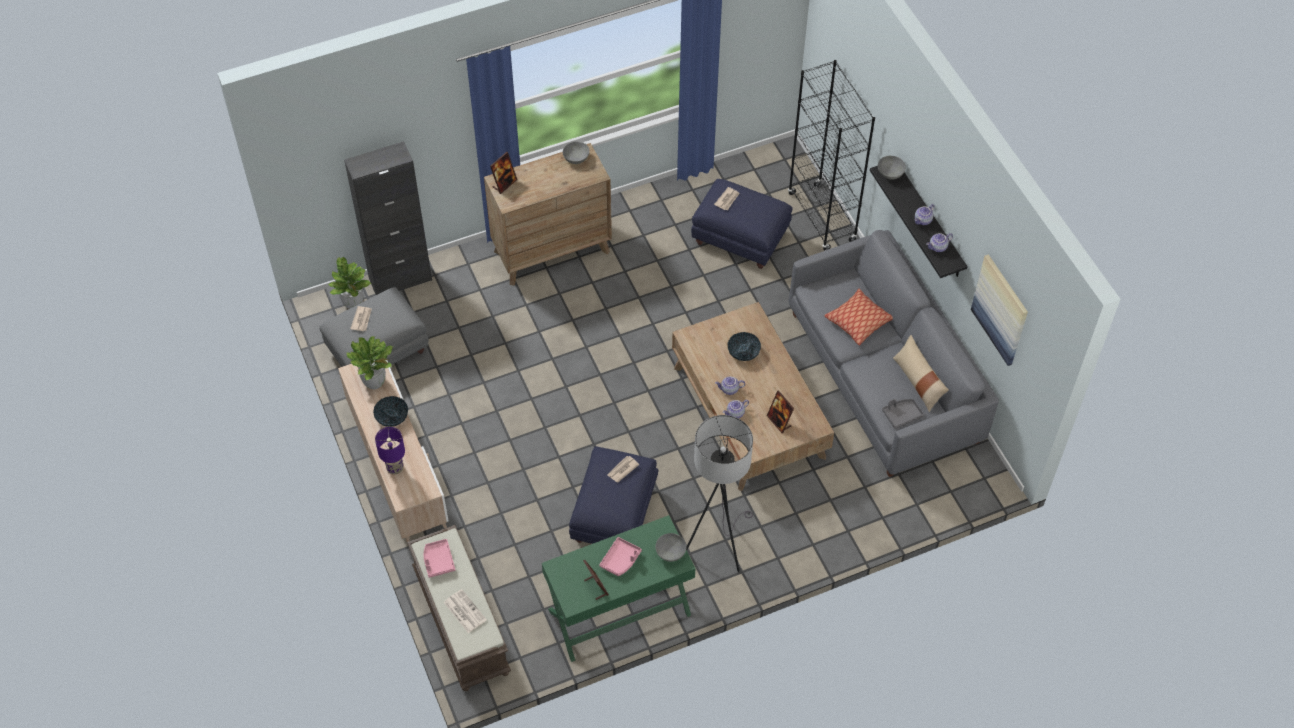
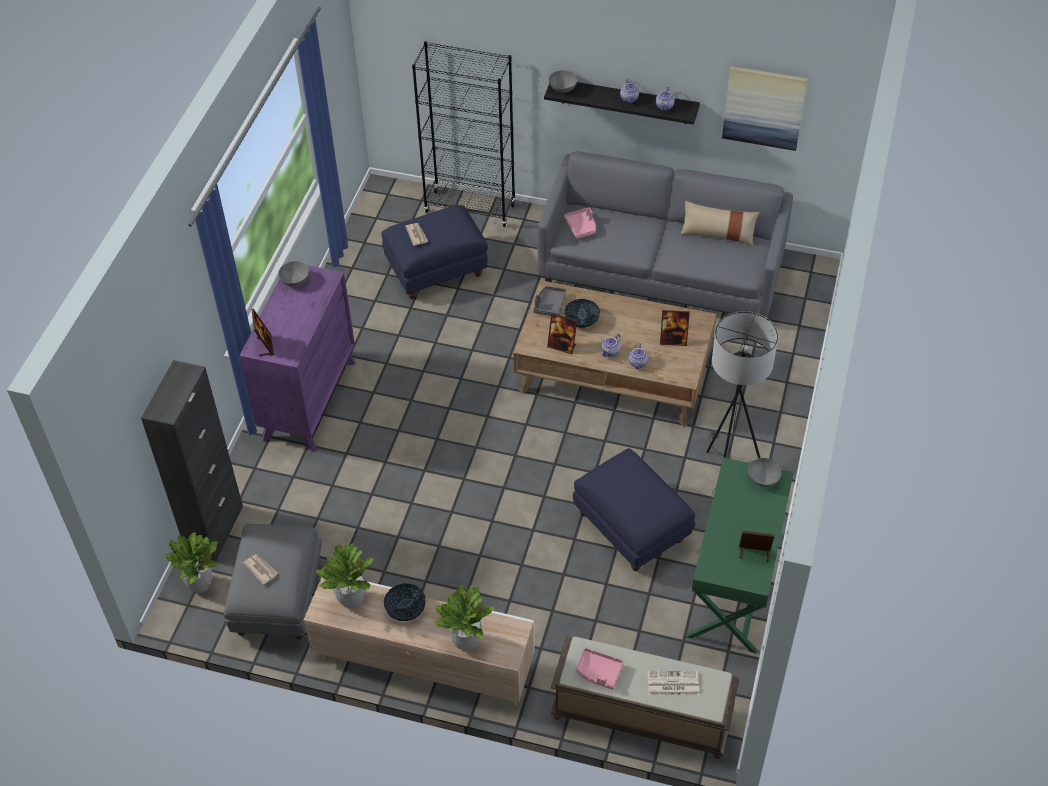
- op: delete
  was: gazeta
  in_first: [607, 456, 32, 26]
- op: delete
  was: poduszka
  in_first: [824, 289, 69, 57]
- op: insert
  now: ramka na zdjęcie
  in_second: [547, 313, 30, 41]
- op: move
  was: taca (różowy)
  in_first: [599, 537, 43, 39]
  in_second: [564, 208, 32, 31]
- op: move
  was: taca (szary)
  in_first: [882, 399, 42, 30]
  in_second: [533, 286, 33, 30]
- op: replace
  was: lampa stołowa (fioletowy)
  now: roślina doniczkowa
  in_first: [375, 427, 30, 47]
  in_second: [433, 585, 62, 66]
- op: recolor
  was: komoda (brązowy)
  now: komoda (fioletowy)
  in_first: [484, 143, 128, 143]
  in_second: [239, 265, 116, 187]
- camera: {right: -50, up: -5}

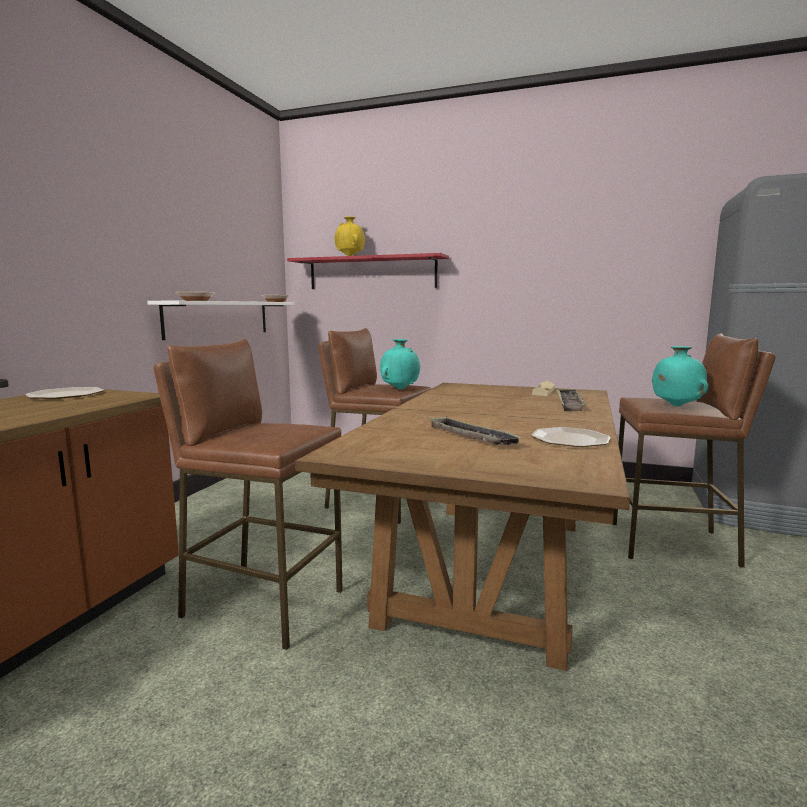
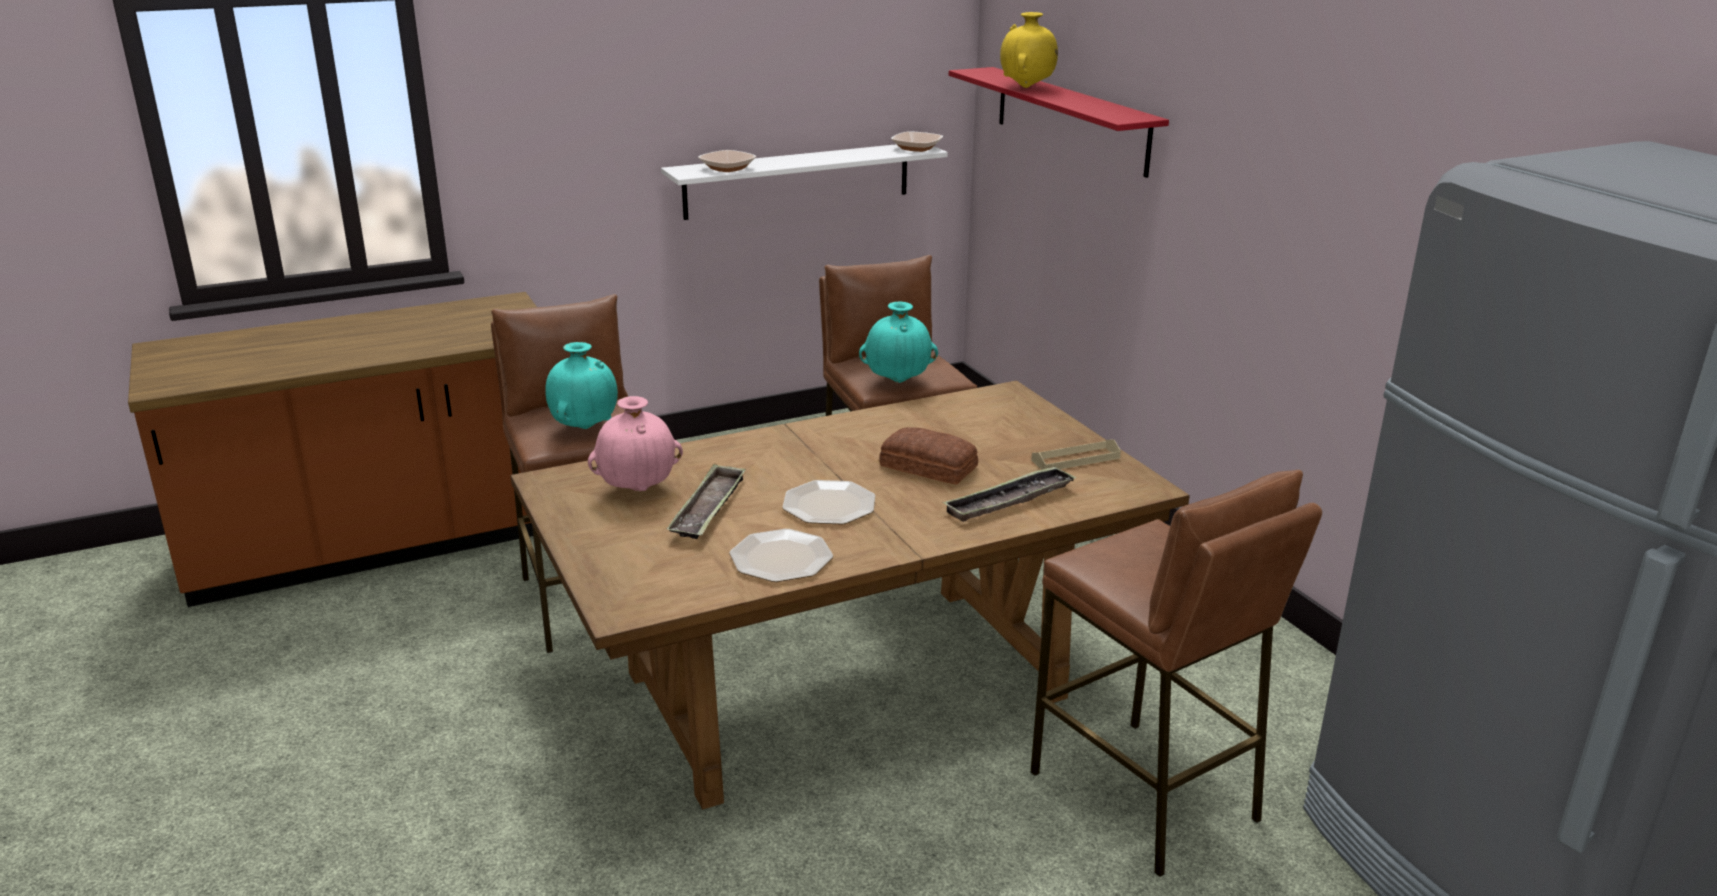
- op: insert
  now: wazon (różowy)
  in_second: [588, 396, 95, 95]
- op: insert
  now: chleb
  in_second: [879, 427, 99, 57]
- op: move
  was: talerz
  in_first: [25, 387, 79, 12]
  in_second: [782, 480, 93, 44]
- op: move
  was: wazon (turkusowy)
  in_first: [652, 346, 56, 61]
  in_second: [545, 342, 73, 87]
- camera: {right: 45, up: 15}

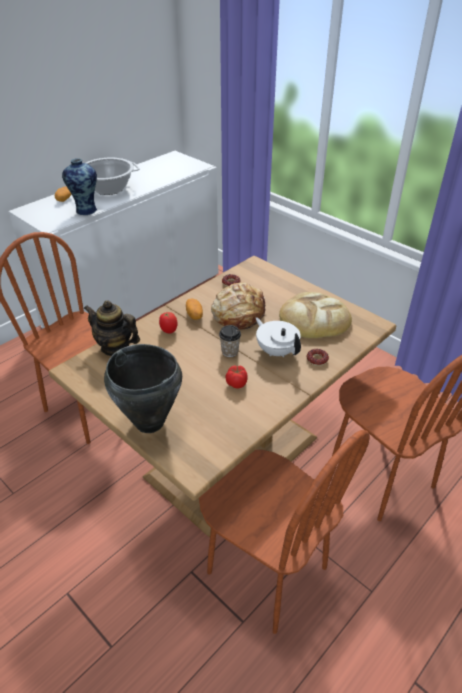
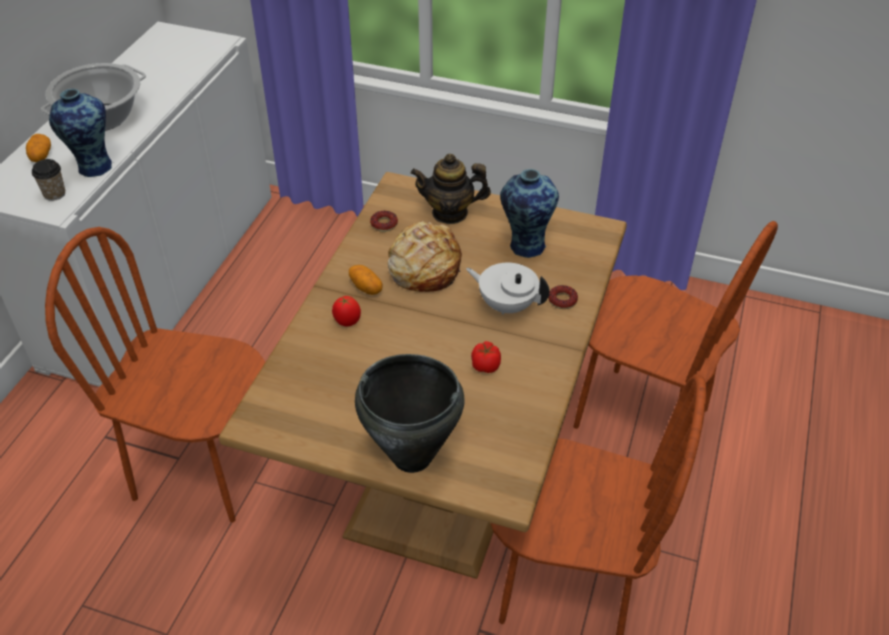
- op: move
  was: imbryk
  in_first: [84, 300, 56, 56]
  in_second: [411, 154, 80, 70]
- op: move
  was: filiżanka
  in_first: [219, 325, 22, 32]
  in_second: [32, 159, 33, 42]
- op: replace
  was: chleb
  now: wazon
  in_first: [279, 292, 73, 46]
  in_second: [500, 169, 59, 89]
- camera: {right: -25, up: 5}

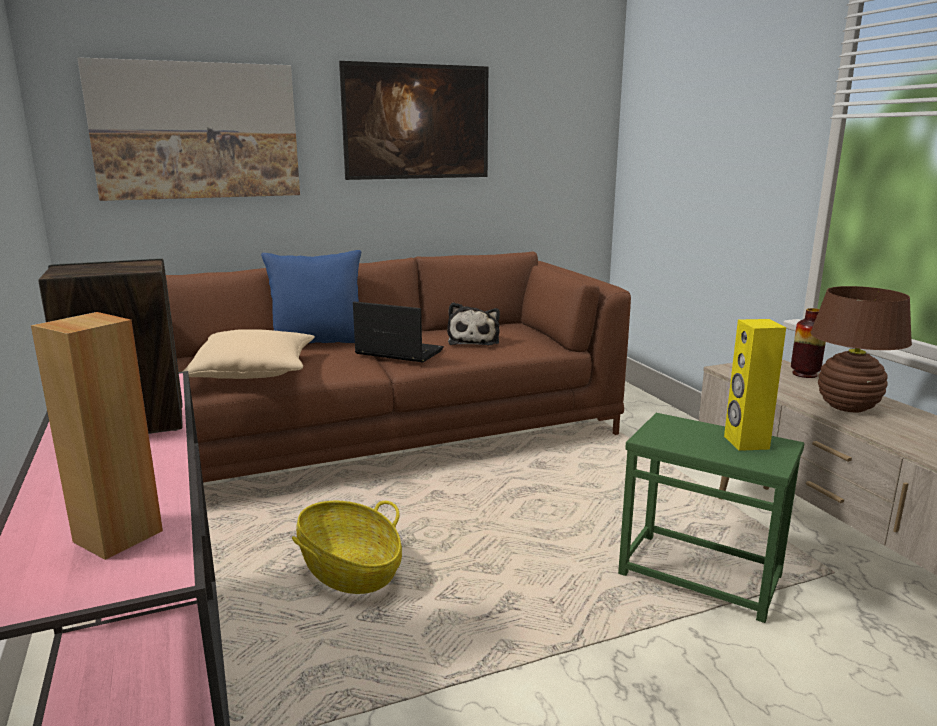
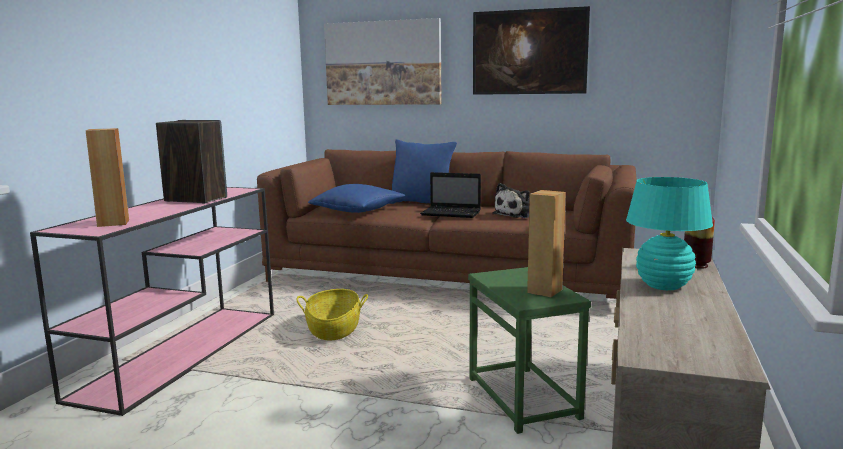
- op: recolor
  was: poduszka (beżowy)
  now: poduszka (niebieski)
  in_first: [182, 329, 133, 50]
  in_second: [308, 184, 97, 29]
- op: recolor
  was: głośnik (żółty)
  now: głośnik (brązowy)
  in_first: [724, 319, 62, 132]
  in_second: [527, 190, 39, 107]
- op: recolor
  was: lampa stołowa (brązowy)
  now: lampa stołowa (turkusowy)
  in_first: [810, 286, 102, 126]
  in_second: [626, 177, 87, 113]
- op: rotate
  was: laptop
  in_first: [353, 301, 91, 62]
  in_second: [420, 172, 61, 46]
  clockwise: 135
- camera: {right: 40, up: -5}

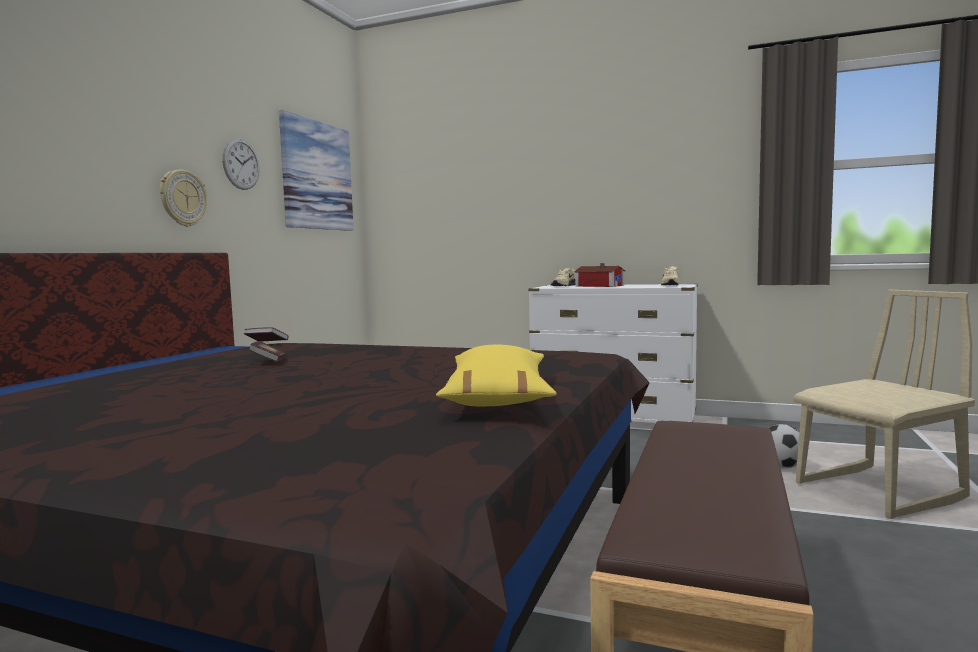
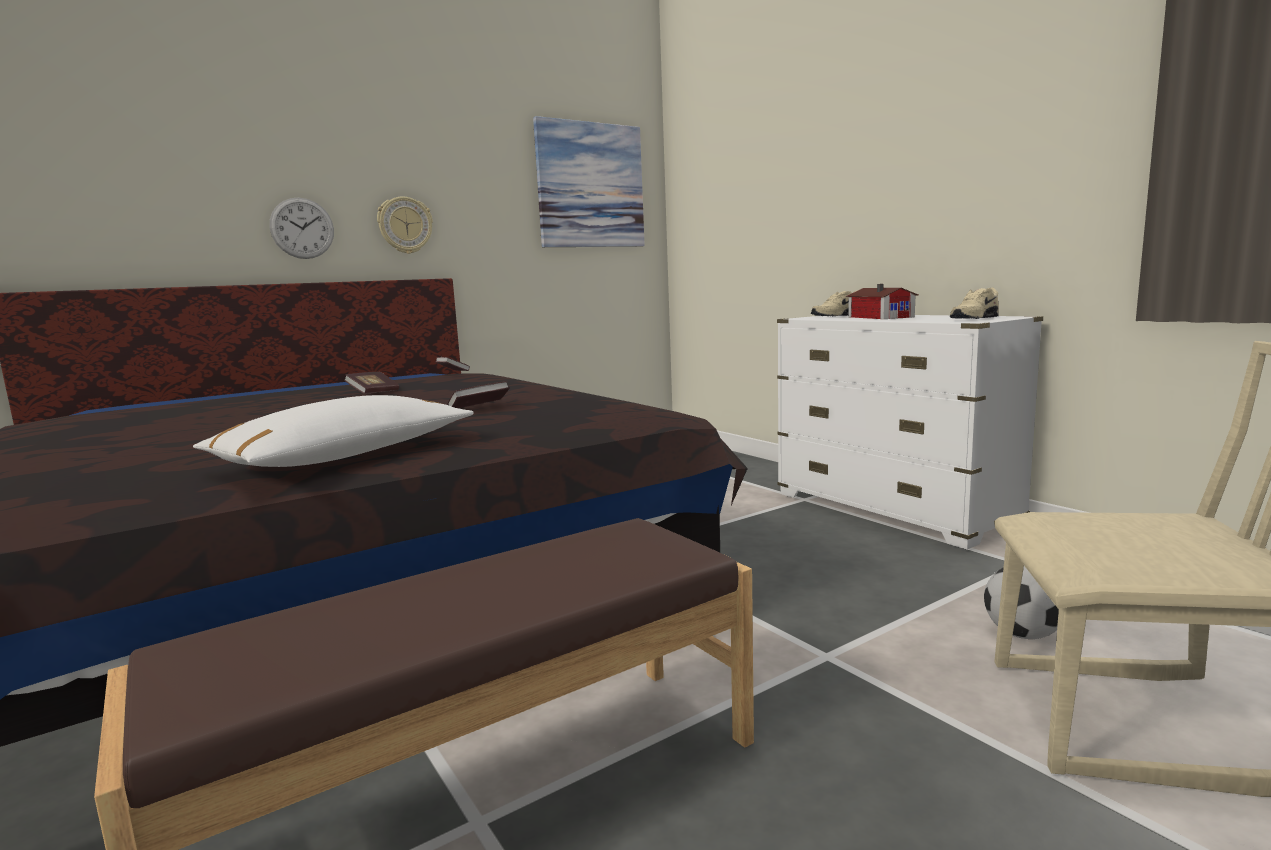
- op: insert
  now: książka
  in_second: [448, 381, 62, 27]
- op: move
  was: zegar ścienny
  in_first: [222, 138, 38, 52]
  in_second: [269, 197, 65, 62]
- op: recolor
  was: poduszka (żółty)
  now: poduszka (biały)
  in_first: [436, 345, 121, 61]
  in_second: [193, 395, 281, 72]
- camera: {right: 35, up: 5}

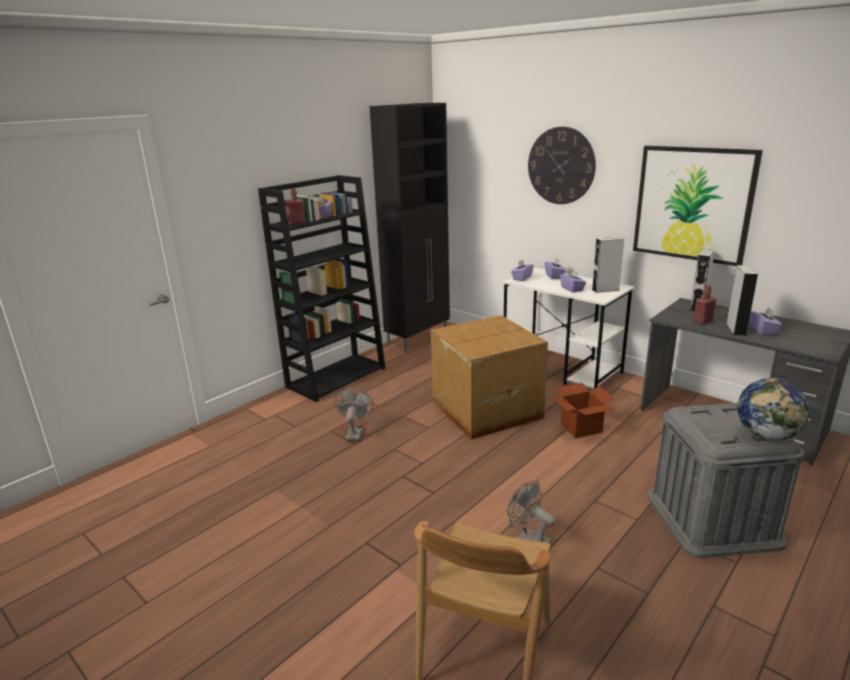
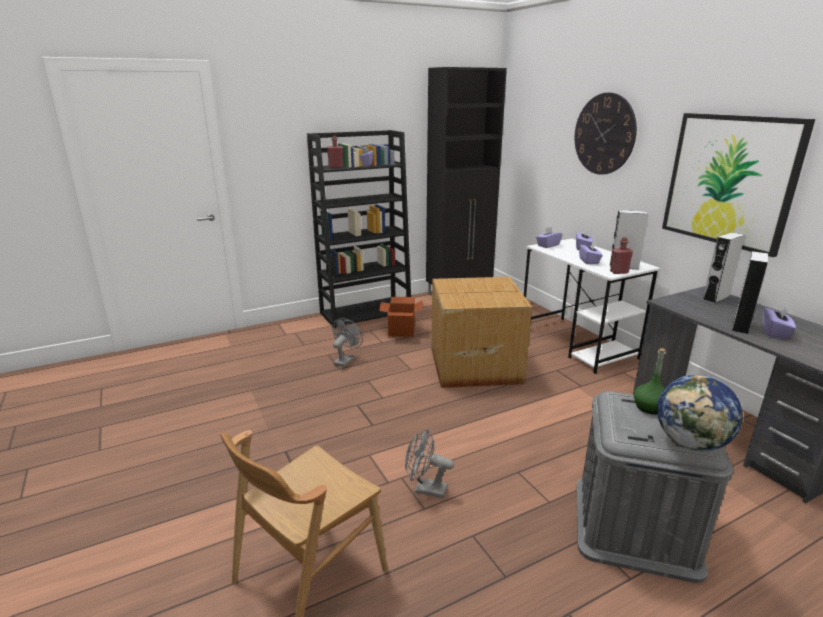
- op: insert
  now: butelka (zielony)
  in_second: [634, 348, 32, 67]
- op: move
  was: karton
  in_first: [553, 383, 61, 55]
  in_second: [379, 297, 44, 40]
- op: move
  was: butelka (czerwony)
  in_first: [693, 286, 23, 39]
  in_second: [610, 237, 23, 37]
- op: rotate
  was: wentylator (szary)
  in_first: [507, 481, 49, 62]
  in_second: [405, 429, 49, 69]
  clockwise: -45
- camera: {right: 20, up: 0}

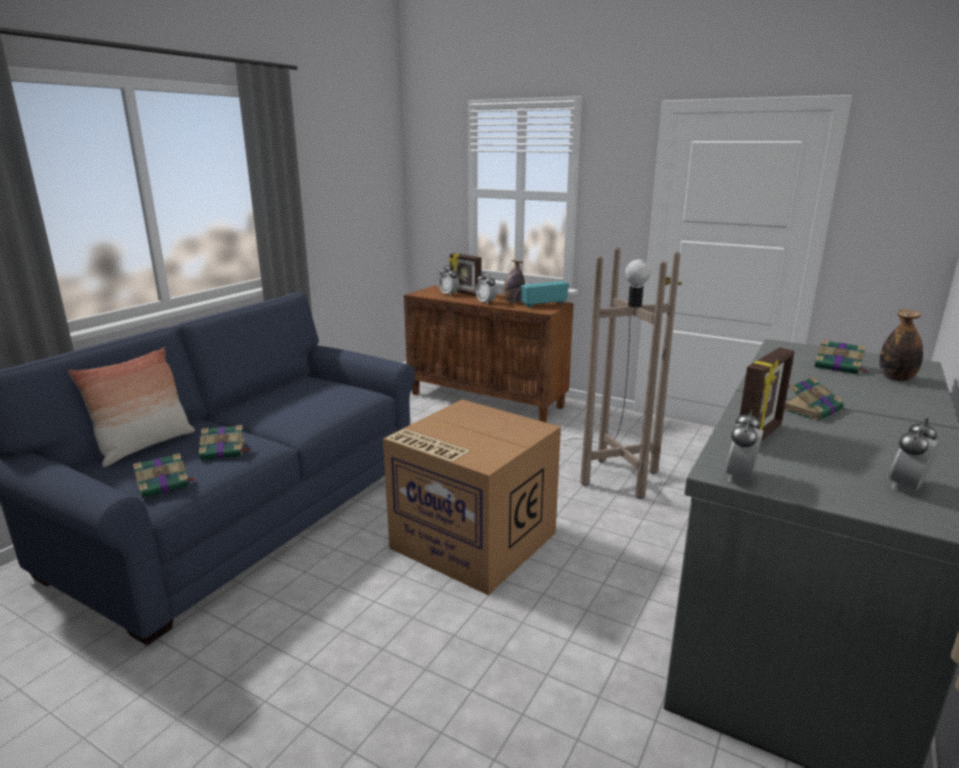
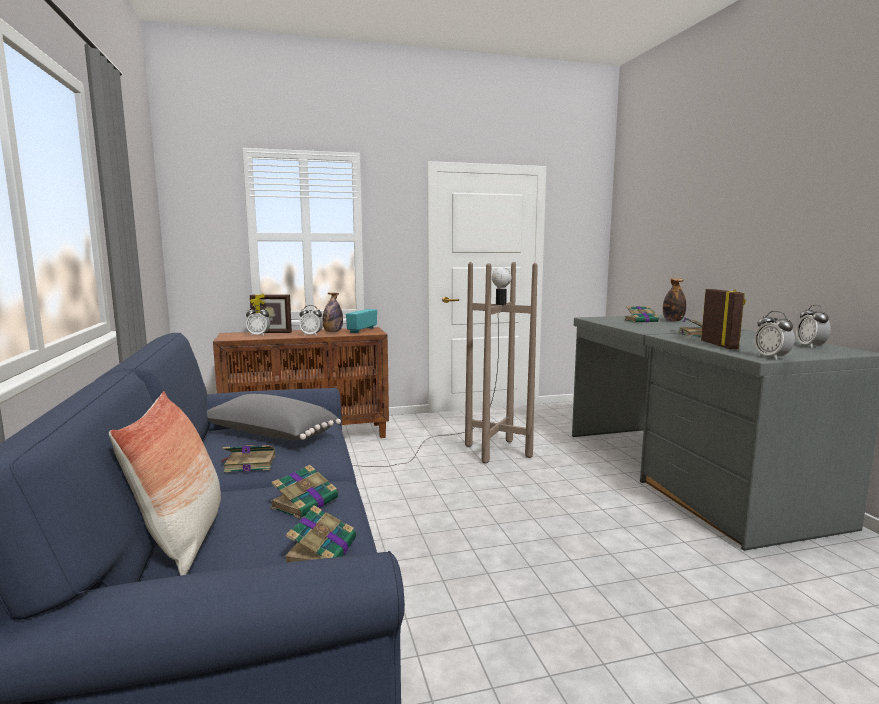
- op: delete
  was: karton
  in_first: [383, 399, 178, 196]
- op: insert
  now: poduszka (szary)
  in_second: [207, 394, 134, 46]
- op: insert
  now: książka
  in_second: [222, 445, 53, 27]
- camera: {right: -45, up: -10}

